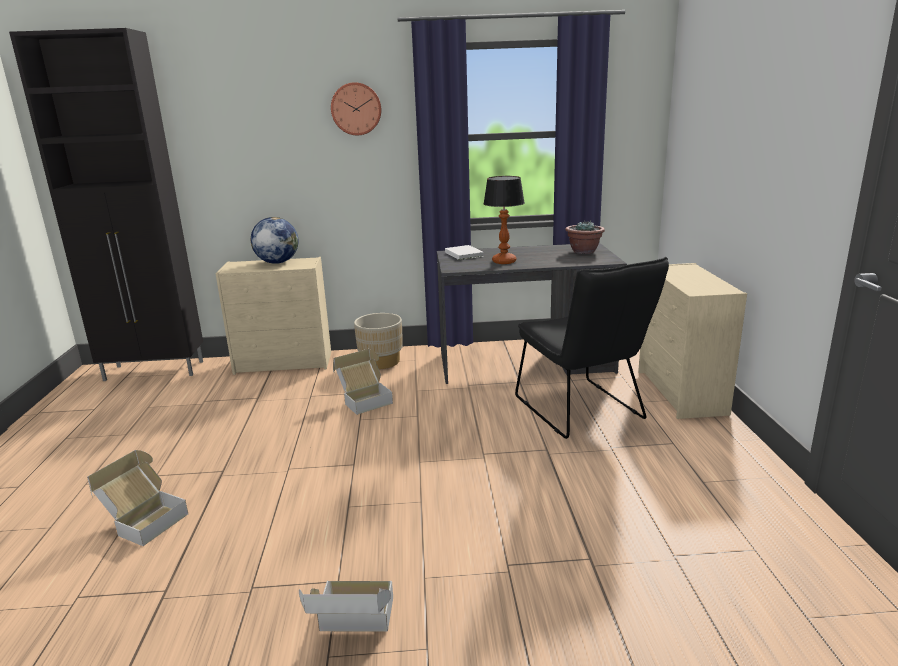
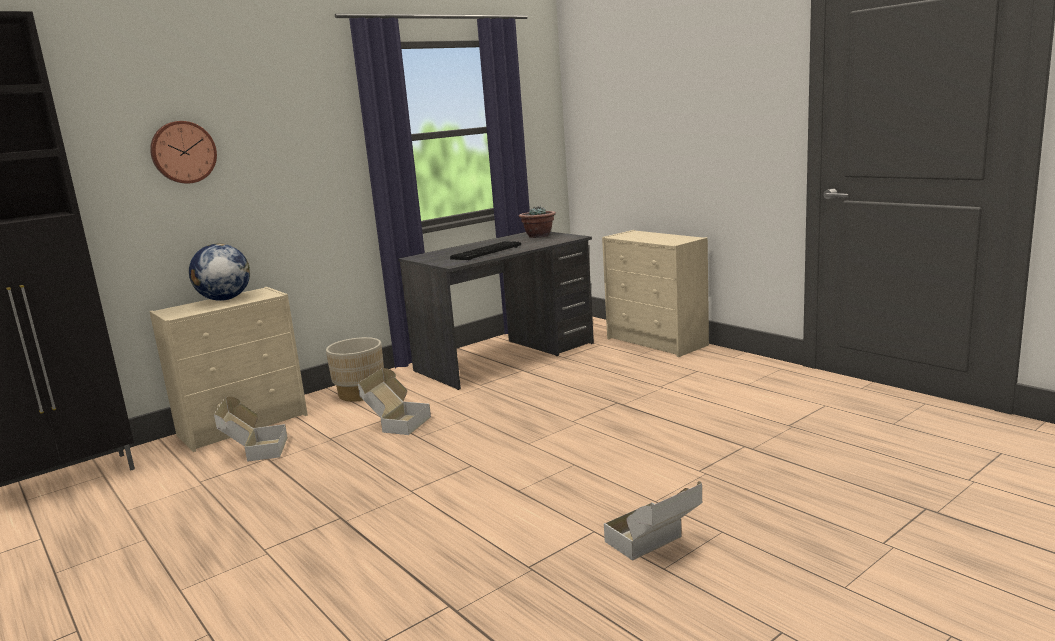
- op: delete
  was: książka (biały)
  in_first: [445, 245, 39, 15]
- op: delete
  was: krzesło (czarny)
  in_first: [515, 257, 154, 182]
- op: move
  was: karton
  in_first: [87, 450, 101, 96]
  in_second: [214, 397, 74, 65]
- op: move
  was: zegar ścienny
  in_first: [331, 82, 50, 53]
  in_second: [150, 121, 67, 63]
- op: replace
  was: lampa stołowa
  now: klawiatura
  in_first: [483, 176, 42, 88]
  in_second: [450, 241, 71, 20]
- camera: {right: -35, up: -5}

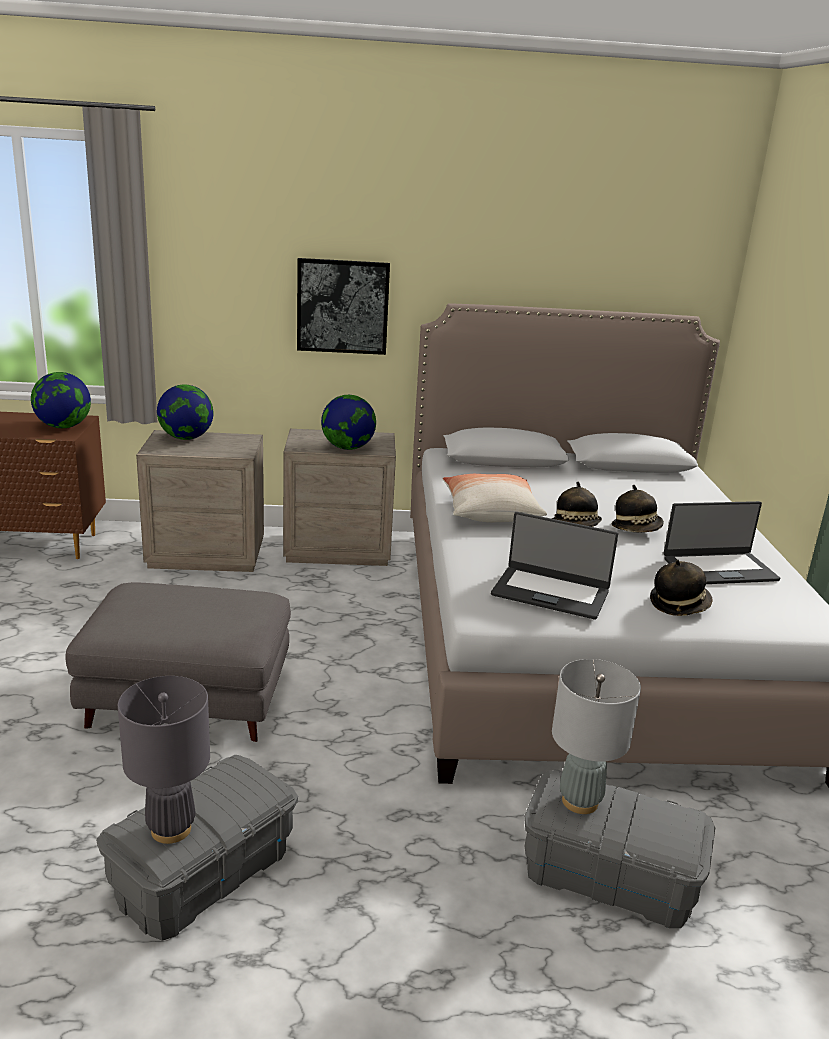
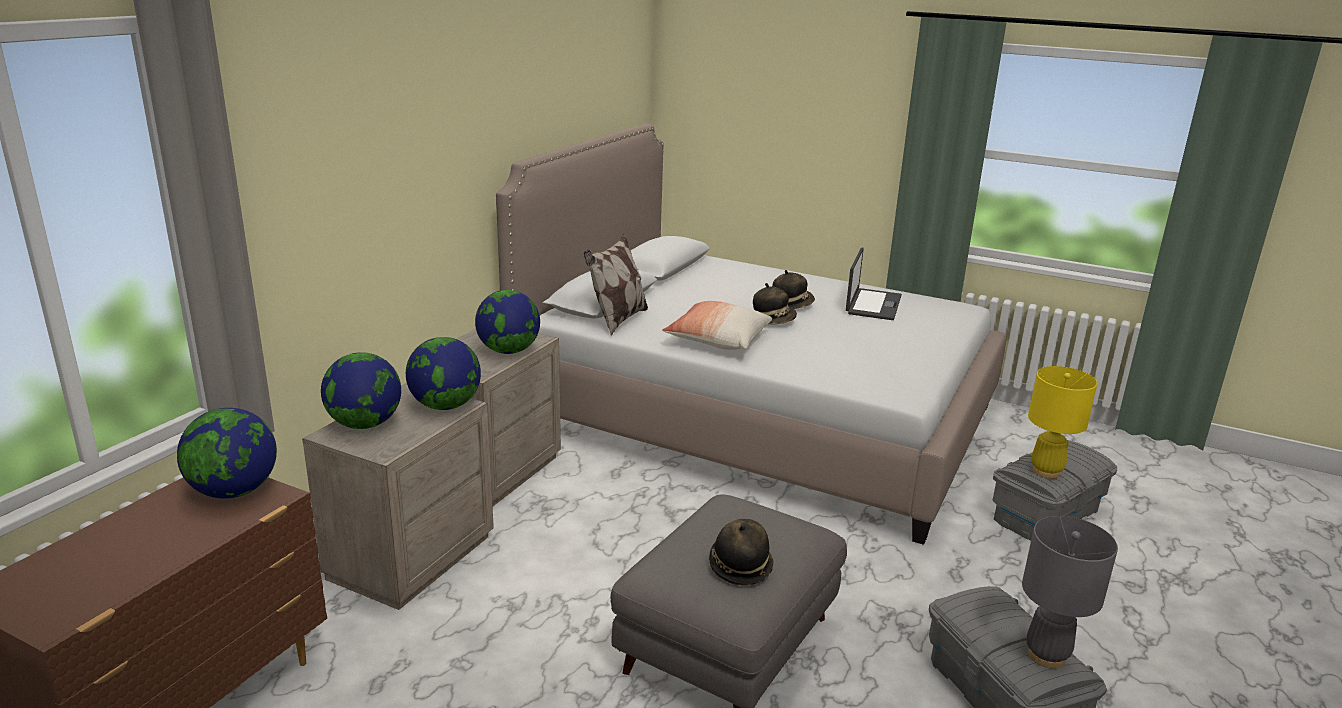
- op: delete
  was: obraz
  in_first: [297, 258, 93, 97]
- op: delete
  was: laptop
  in_first: [491, 512, 127, 107]
- op: insert
  now: globus
  in_second: [406, 337, 75, 73]
- op: insert
  now: poduszka
  in_second: [583, 234, 65, 102]
- op: move
  was: kapelusz
  in_first: [650, 559, 62, 57]
  in_second: [709, 519, 65, 66]
- op: recolor
  was: lampa stołowa (szary)
  now: lampa stołowa (żółty)
  in_first: [552, 659, 89, 155]
  in_second: [1028, 366, 69, 113]
- camera: {right: -60, up: 0}

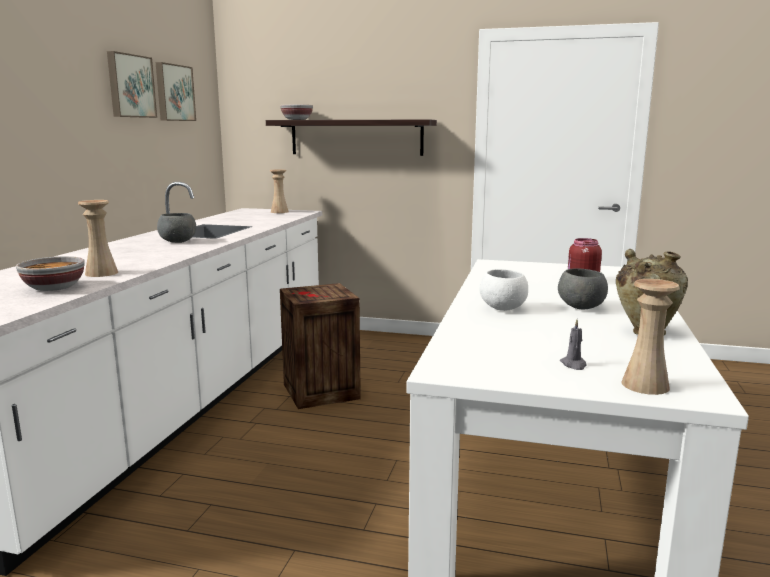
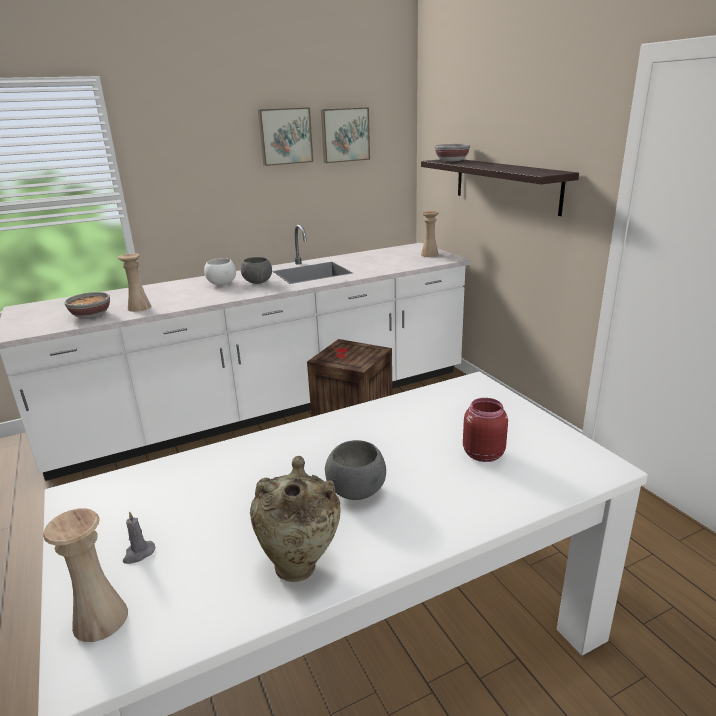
- op: move
  was: miska (biały)
  in_first: [479, 269, 49, 42]
  in_second: [204, 258, 32, 27]
- camera: {right: 50, up: 10}

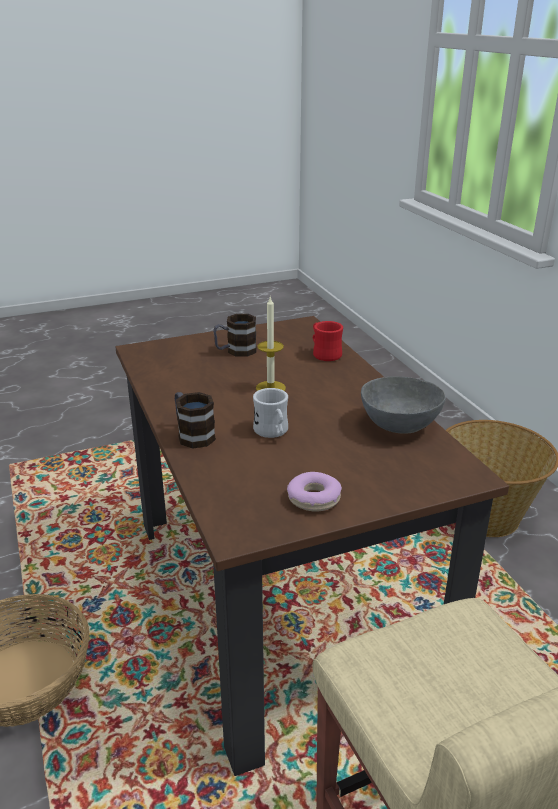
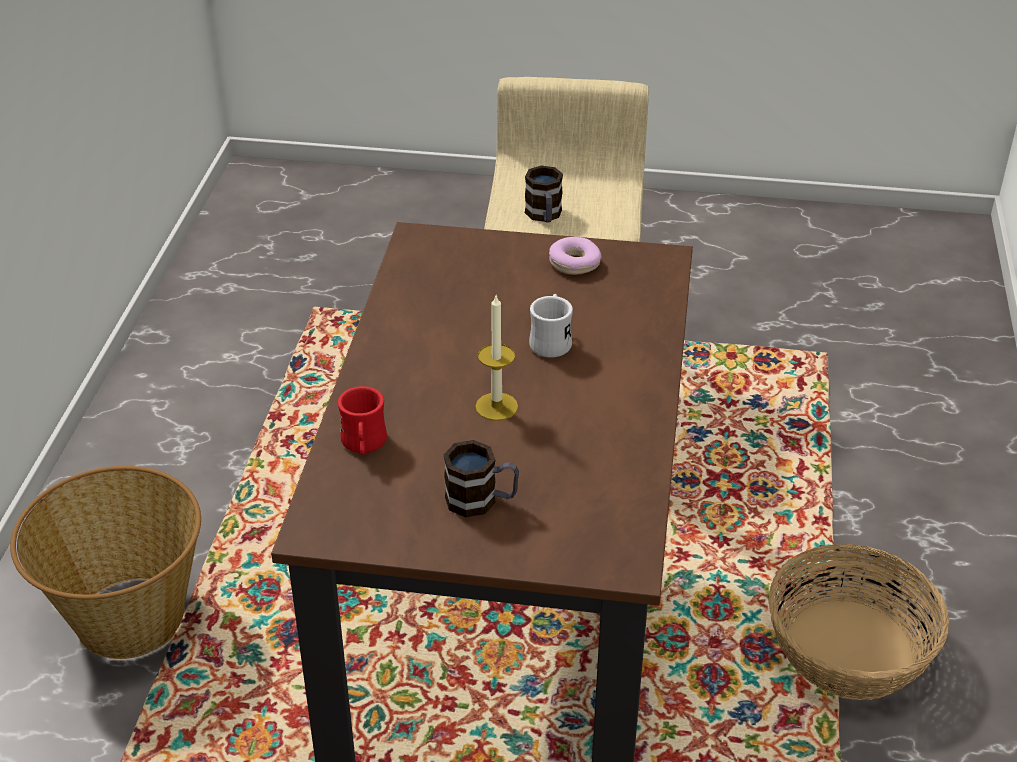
- op: delete
  was: miska (szary)
  in_first: [361, 376, 85, 57]
- op: move
  was: kubek
  in_first: [175, 392, 41, 57]
  in_second: [525, 165, 38, 58]
- camera: {right: -150, up: 10}

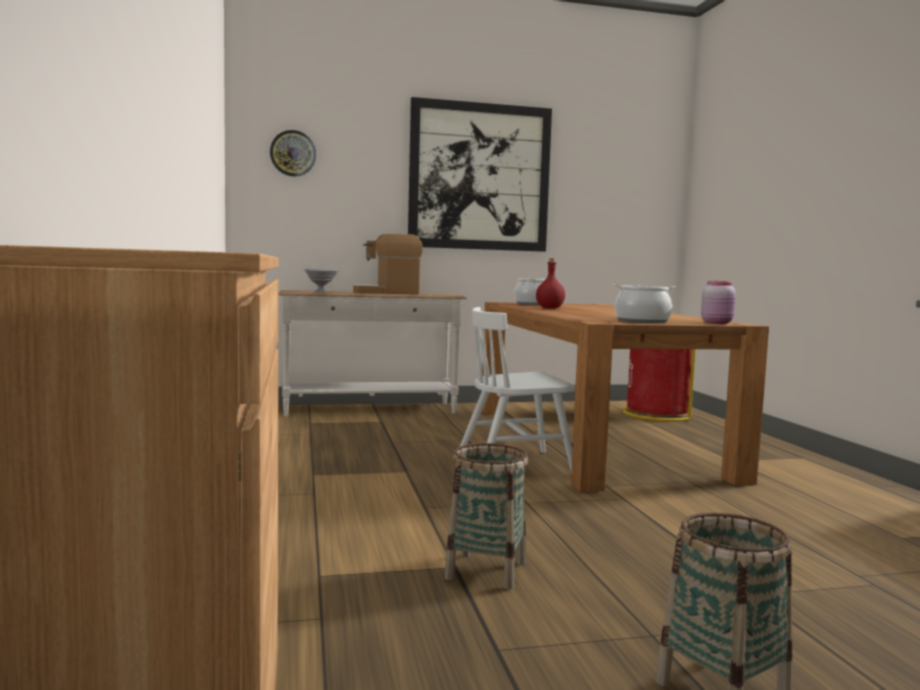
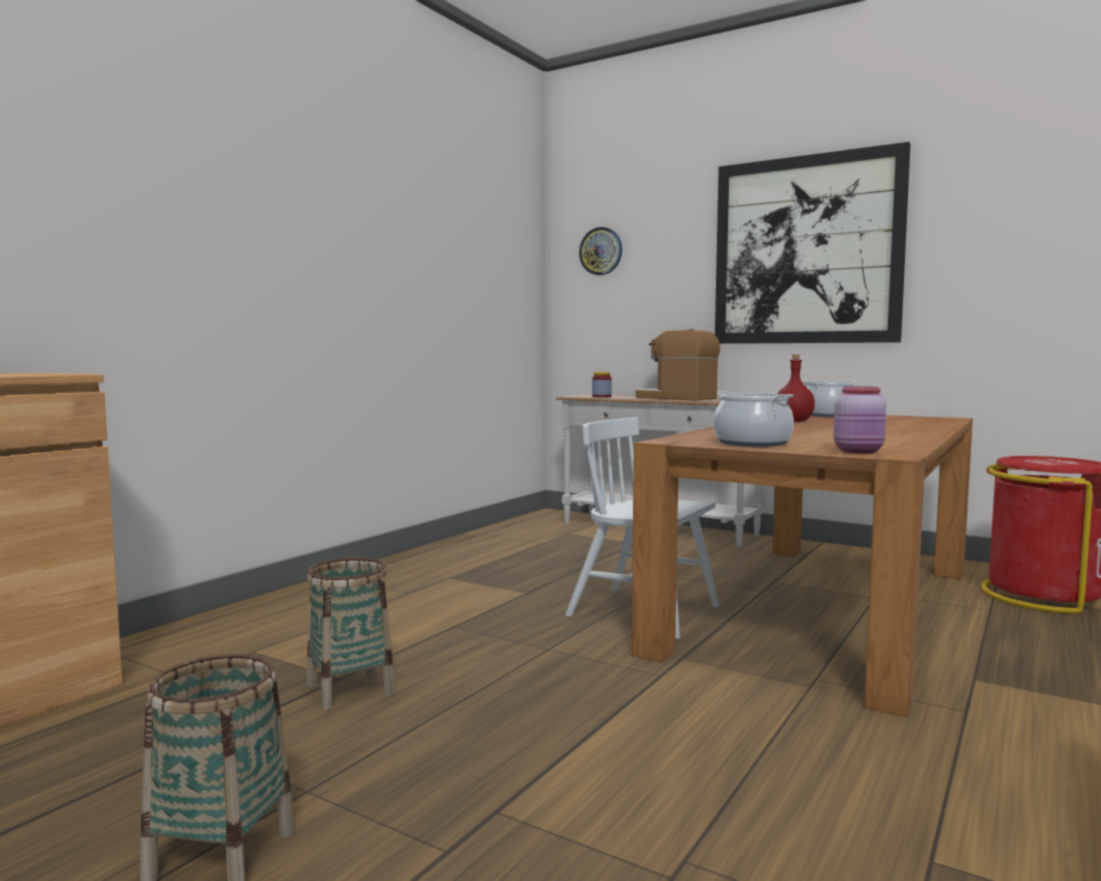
- op: replace
  was: miska (szary)
  now: słoik
  in_first: [304, 269, 35, 23]
  in_second: [592, 372, 20, 25]
- camera: {right: 45, up: 0}

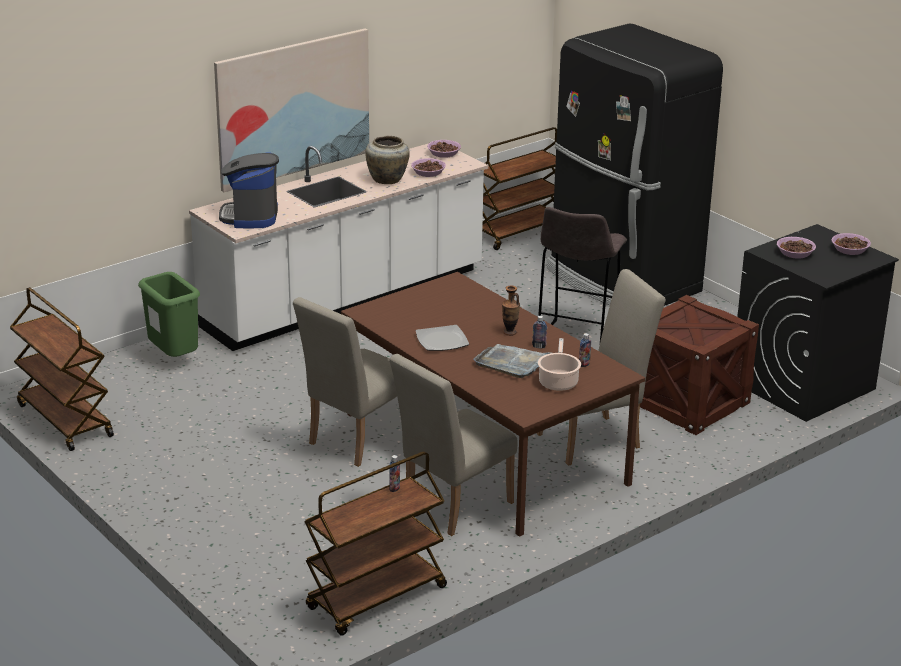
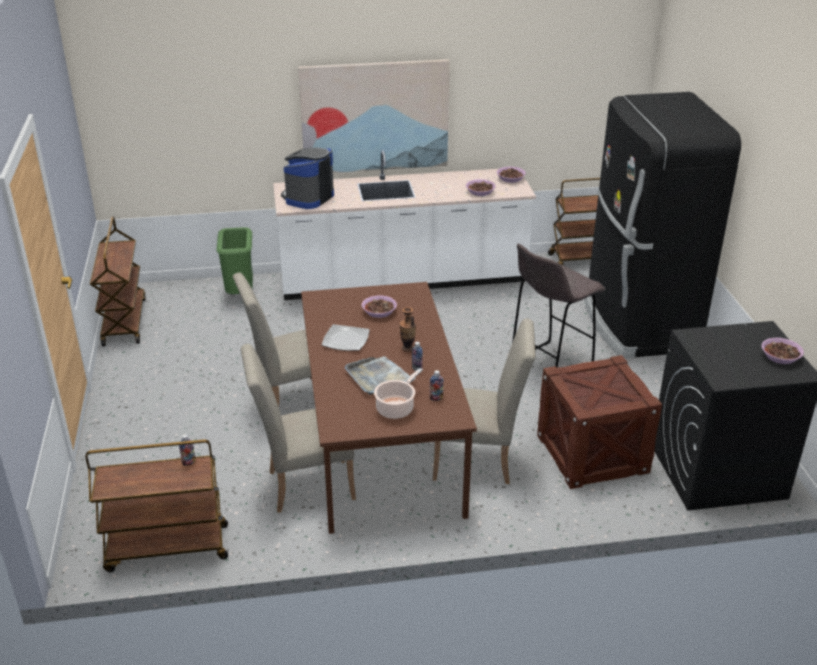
- op: delete
  was: wazon (beżowy)
  in_first: [365, 136, 45, 48]
- op: move
  was: miska
  in_first: [777, 237, 39, 22]
  in_second: [362, 295, 35, 23]
- camera: {right: 30, up: 5}

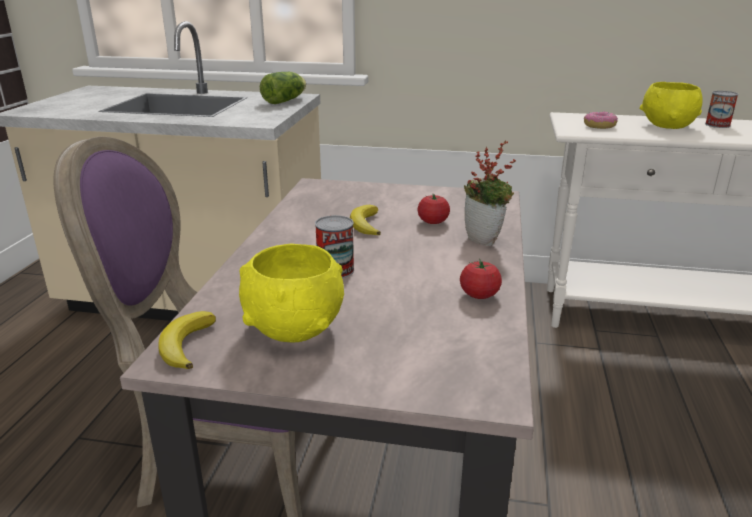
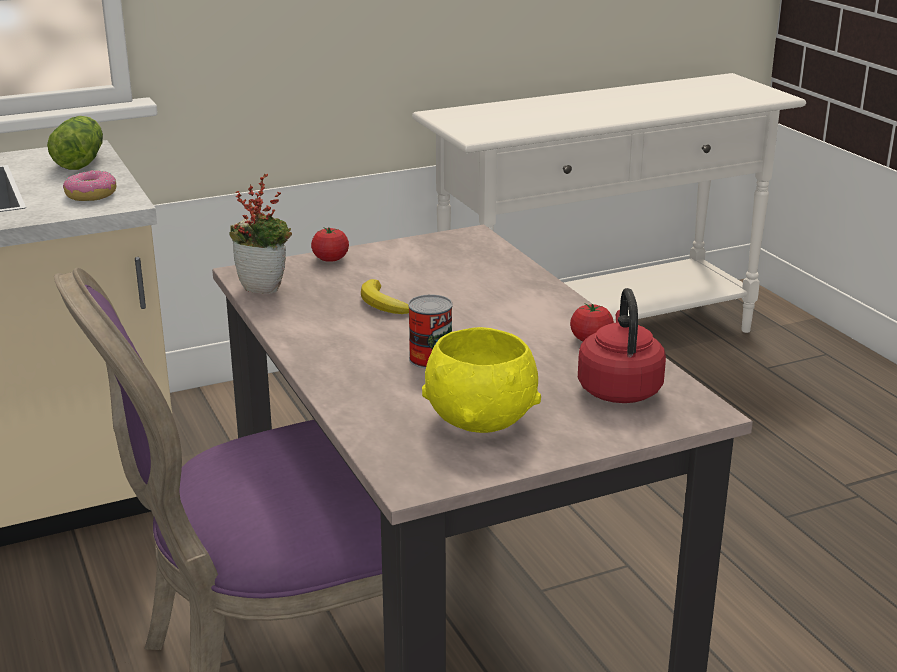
- op: delete
  was: banan
  in_first: [158, 311, 58, 58]
- op: delete
  was: miska (żółty)
  in_first: [640, 82, 63, 47]
- op: delete
  was: puszka
  in_first: [705, 91, 33, 37]
- op: insert
  now: czajnik (czerwony)
  in_second: [578, 288, 88, 115]
- op: move
  was: pomidor
  in_first: [417, 194, 33, 30]
  in_second: [311, 227, 38, 35]
- op: move
  was: roślina doniczkowa
  in_first: [464, 140, 52, 106]
  in_second: [229, 173, 63, 121]
- op: move
  was: donut
  in_first: [584, 111, 34, 18]
  in_second: [63, 170, 53, 31]
- camera: {right: -35, up: 0}

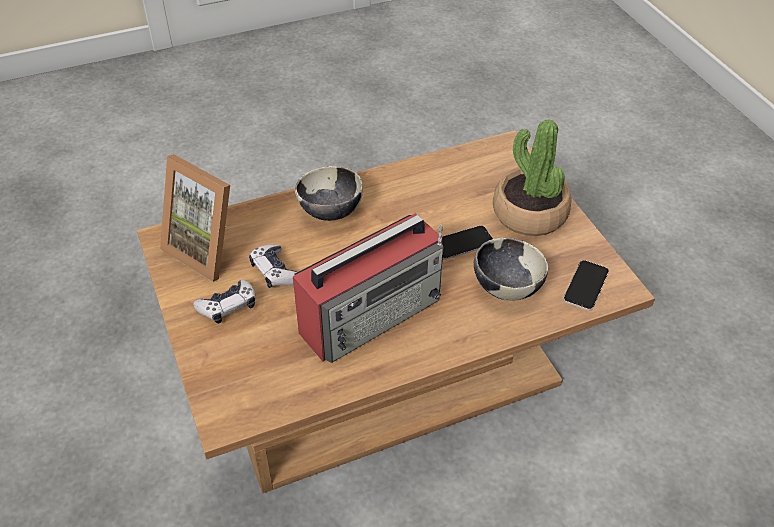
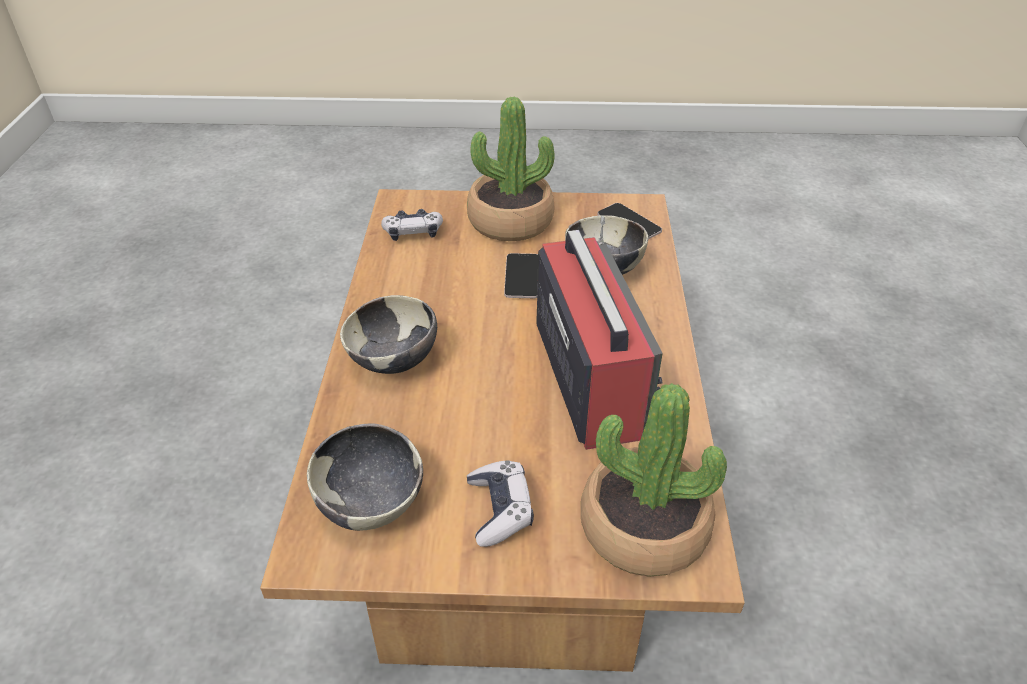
- op: insert
  now: roślina doniczkowa
  in_second: [581, 383, 146, 194]
- op: move
  was: pad do gier
  in_first: [249, 245, 48, 43]
  in_second: [381, 209, 62, 32]
- op: replace
  was: ramka na zdjęcie
  now: miska
  in_first: [160, 154, 70, 128]
  in_second: [307, 424, 116, 107]
- camera: {right: -65, up: -5}

